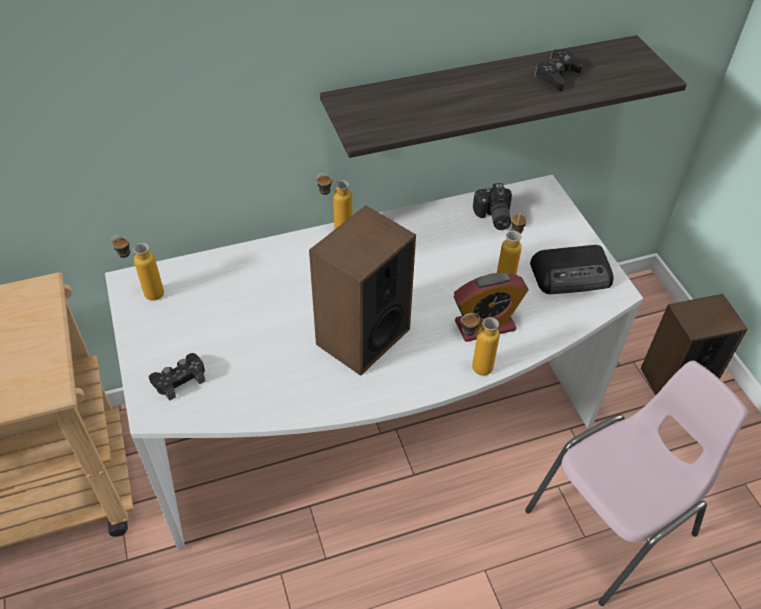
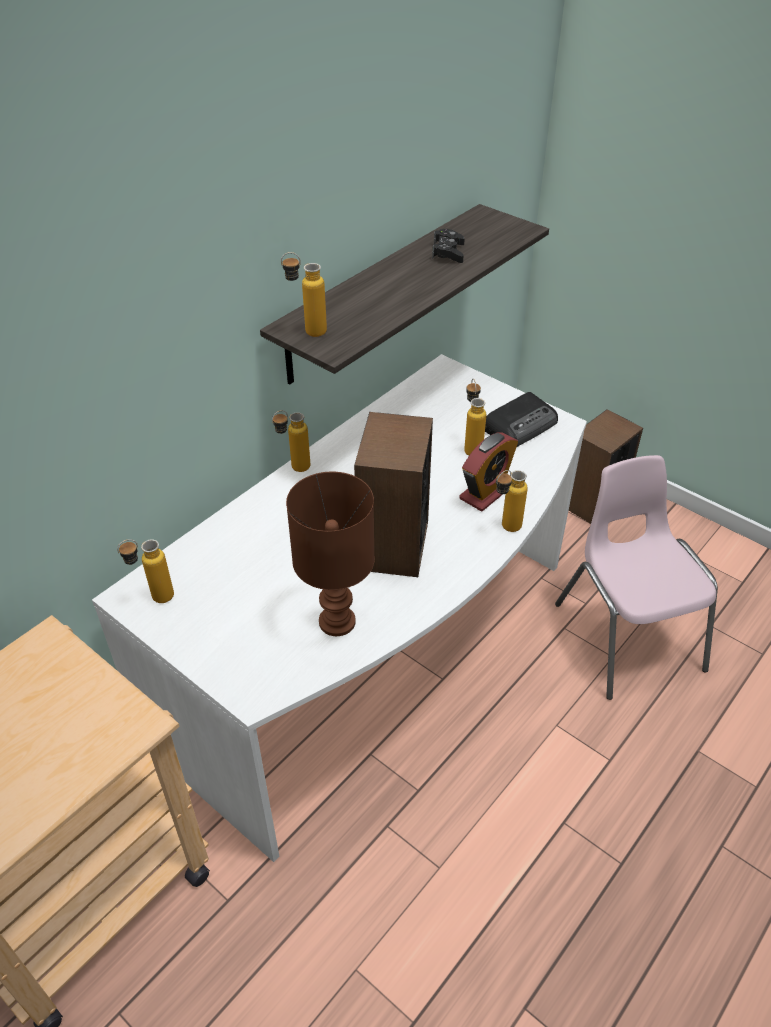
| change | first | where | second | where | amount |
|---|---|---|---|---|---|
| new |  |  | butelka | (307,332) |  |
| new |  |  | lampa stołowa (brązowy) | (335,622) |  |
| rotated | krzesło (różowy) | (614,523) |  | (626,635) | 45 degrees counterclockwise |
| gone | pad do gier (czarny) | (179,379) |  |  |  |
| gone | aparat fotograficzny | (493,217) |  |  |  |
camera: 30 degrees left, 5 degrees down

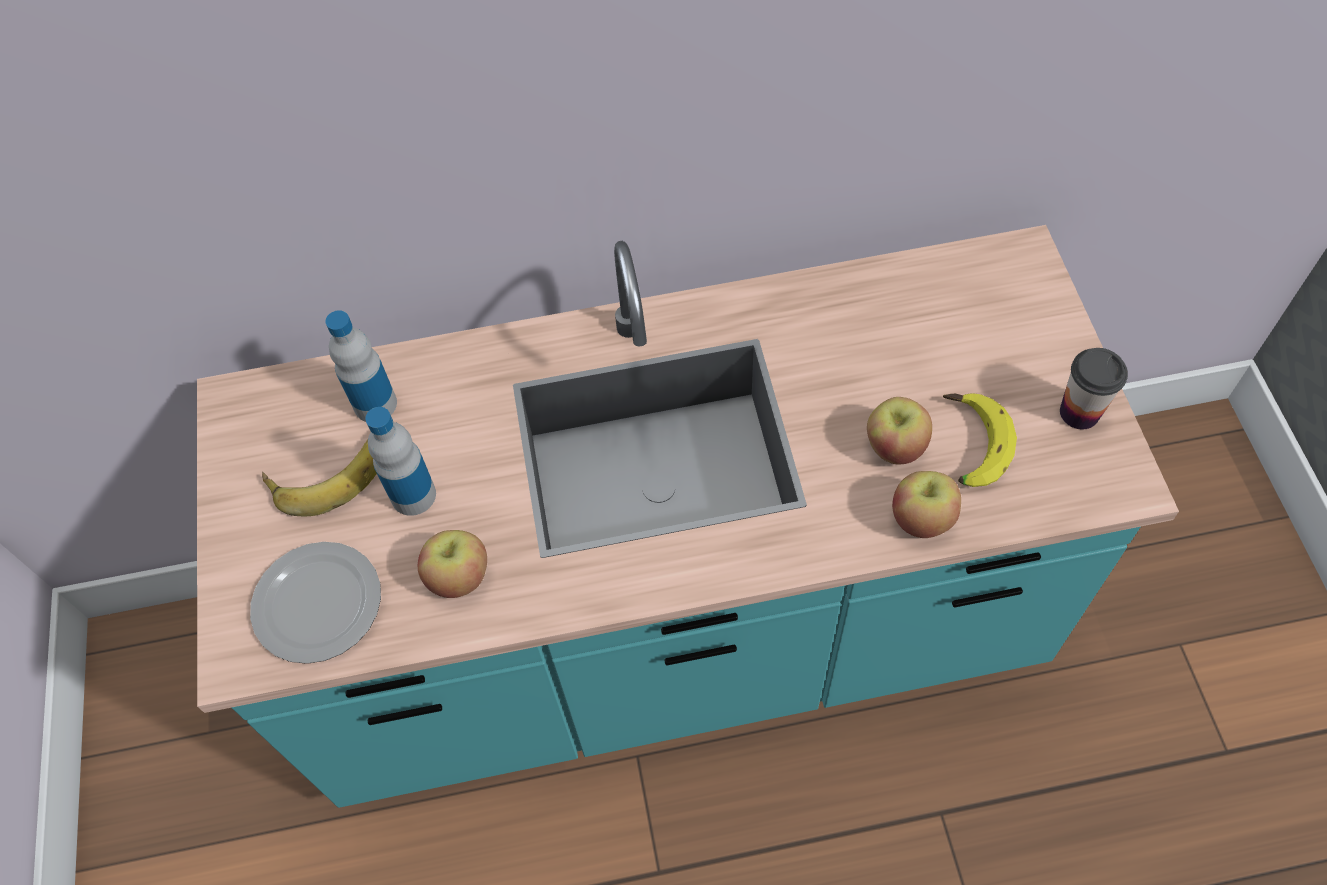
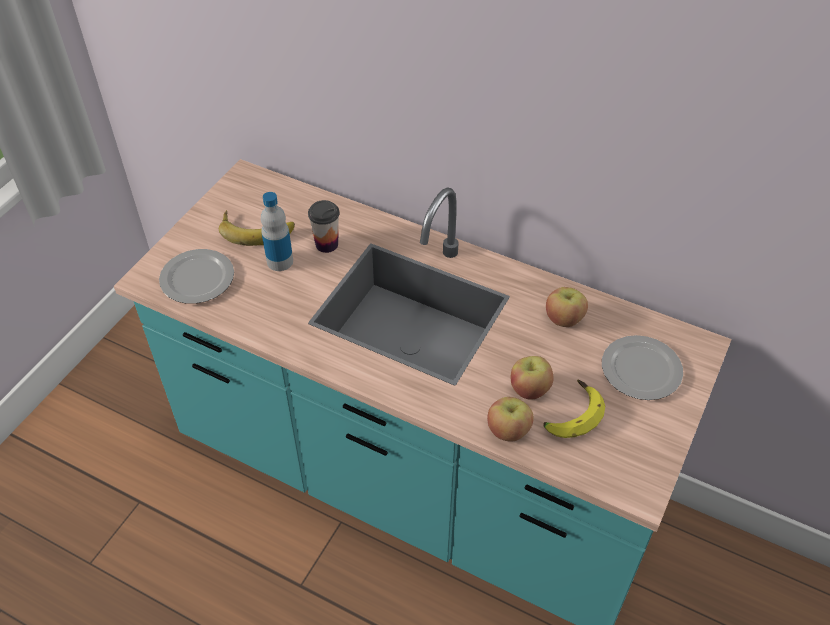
| change | first | where | second | where | amount |
|---|---|---|---|---|---|
| shifted | filiżanka | (1079,412) |  | (326,244) |  |
| shifted | jabłko | (459,576) |  | (564,318) |  |
| new |  |  | talerz | (641,371) |  |
| gone | butelka | (375,404) |  |  |  |
camera: 35 degrees right, 10 degrees down

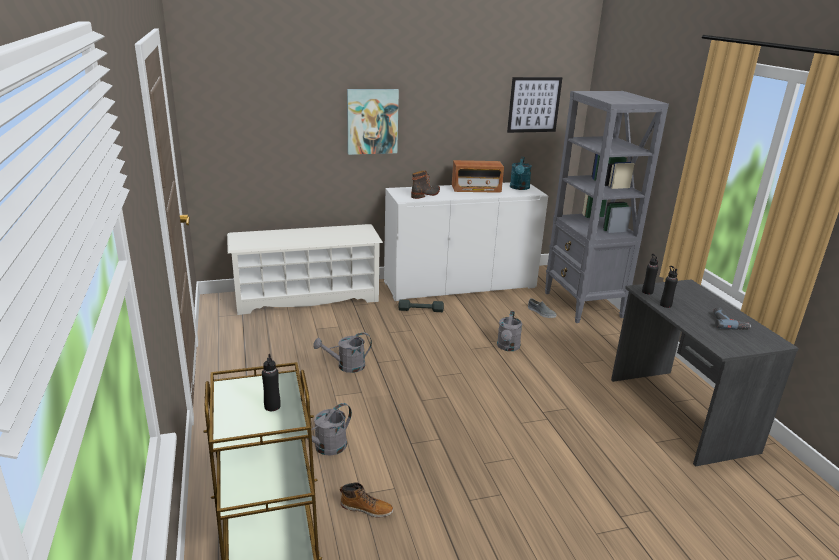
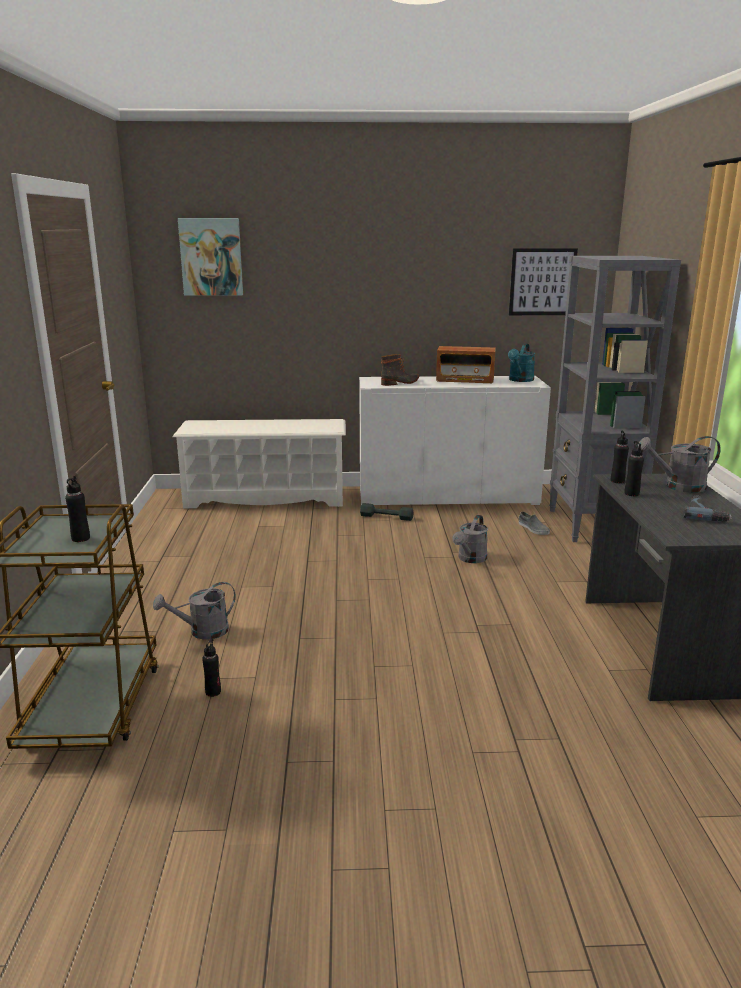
| change | first | where | second | where | amount |
|---|---|---|---|---|---|
| shifted | obraz | (372,121) |  | (211,257) |  |
| swapped | but z cholewką | (367,508) | butelka (czarny) | (213,692) |  |
| shifted | konewka (szary) | (346,366) |  | (678,486) |  |
camera: 15 degrees right, 5 degrees down

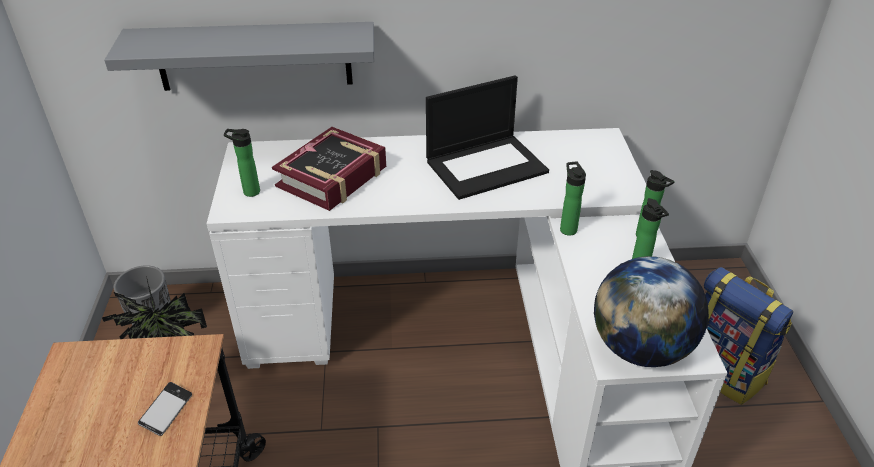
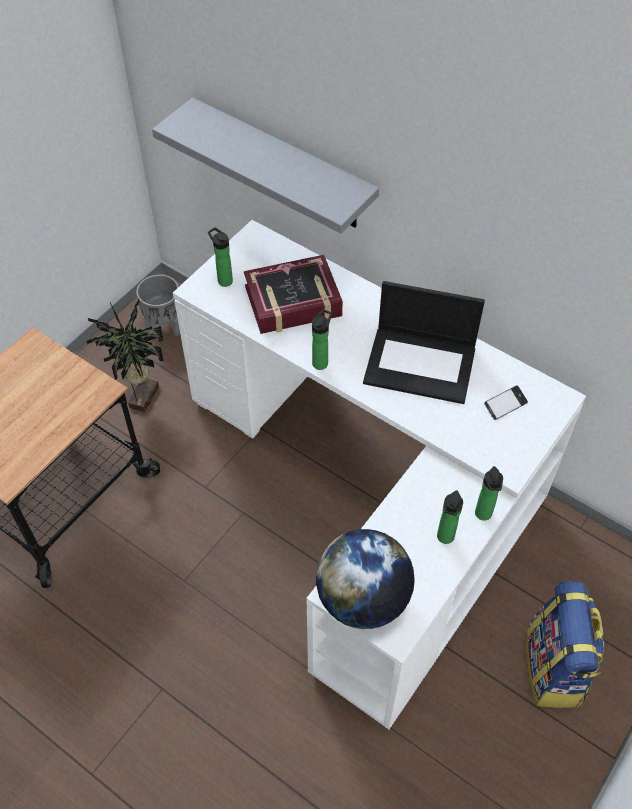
| change | first | where | second | where | amount |
|---|---|---|---|---|---|
| shifted | butelka | (567,228) |  | (321,362) |  |
| shifted | telefon | (166,411) |  | (505,405) |  |
camera: 40 degrees right, 15 degrees up

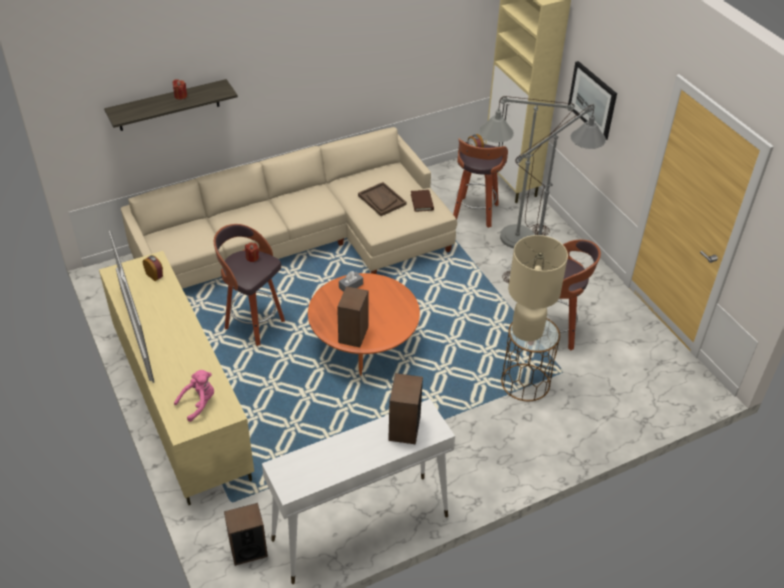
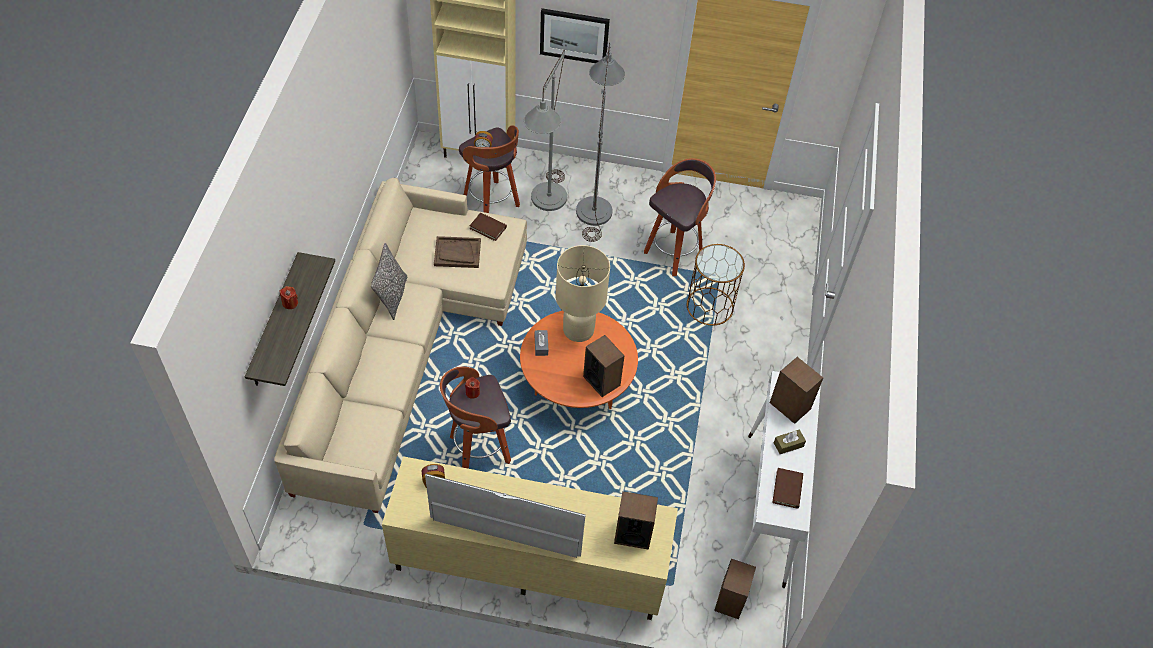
| change | first | where | second | where | amount |
|---|---|---|---|---|---|
| new |  |  | poduszka | (392,297) |  |
| shifted | lampa stołowa (beżowy) | (527,330) |  | (578,329) |  |
| swapped | pluszak (różowy) | (199,403) | głośnik | (633,534) |  |
| new |  |  | książka (brązowy) | (787,489) |  |
| new |  |  | pudełko chusteczek (brązowy) | (788,444) |  |
camera: 55 degrees left, 10 degrees up

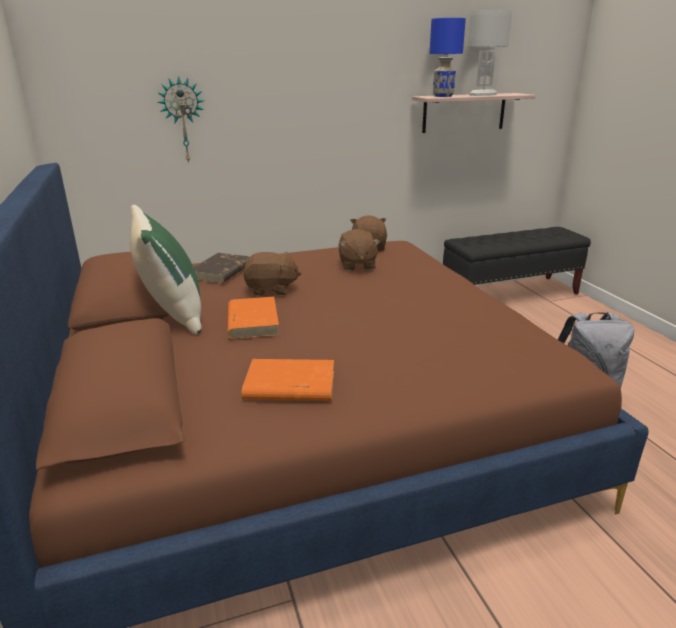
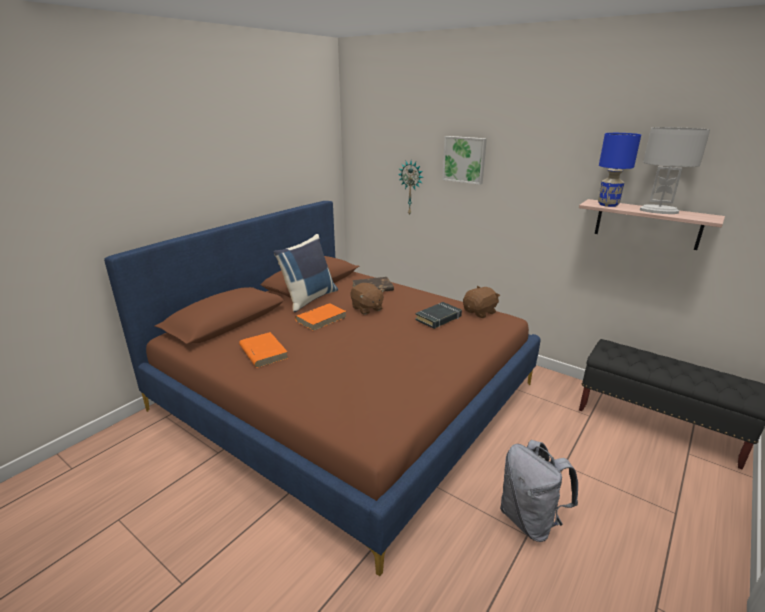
| change | first | where | second | where | amount |
|---|---|---|---|---|---|
| repainted | poduszka (zielony) | (171,314) | poduszka (niebieski) | (309,298) |  |
| swapped | pluszak (brązowy) | (357,265) | książka (czarny) | (438,318) |  |
| new |  |  | obraz | (464,159) |  |
camera: 55 degrees right, 0 degrees up

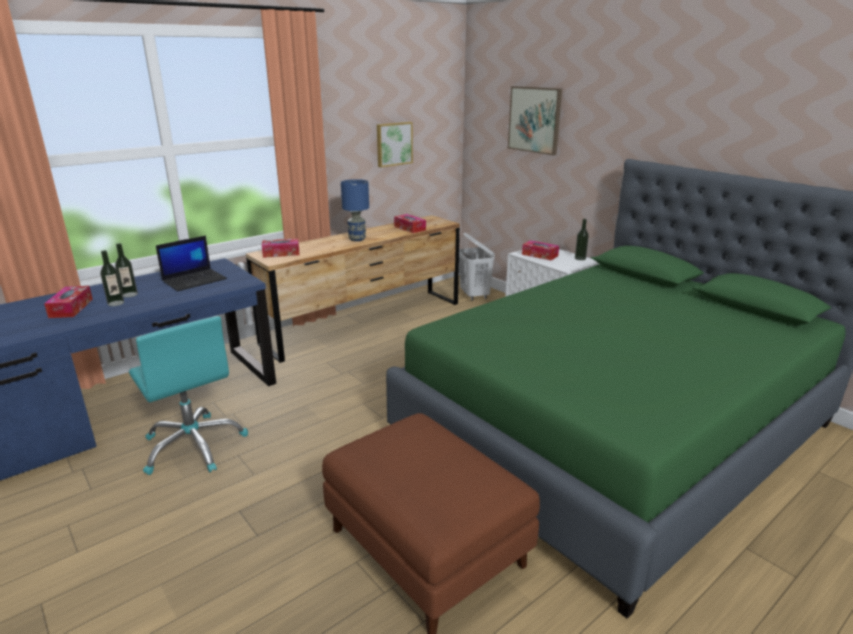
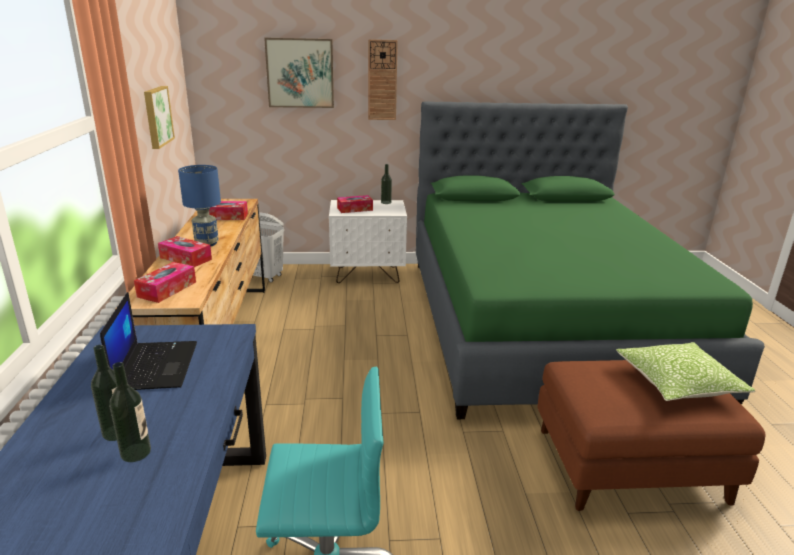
| change | first | where | second | where | amount |
|---|---|---|---|---|---|
| shifted | pudełko chusteczek | (71,308) |  | (185,258) |  |
| new |  |  | zegar ścienny | (382,80) |  |
| new |  |  | poduszka | (677,383) |  |
camera: 55 degrees left, 0 degrees up

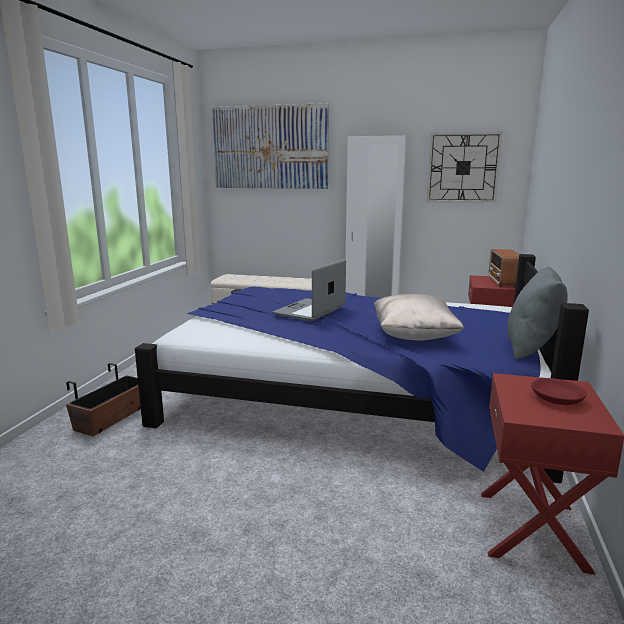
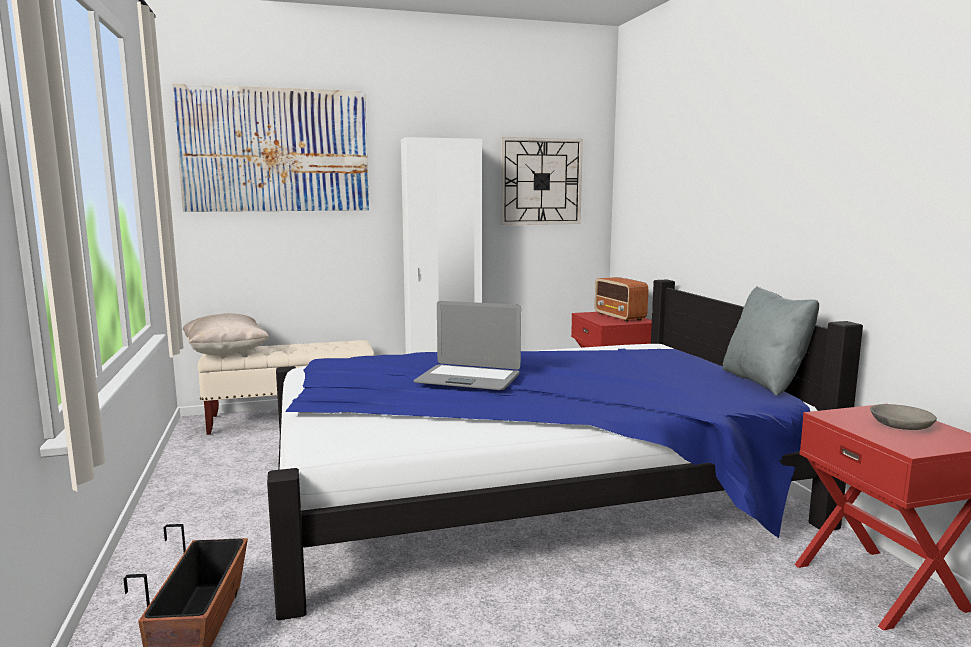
| change | first | where | second | where | amount |
|---|---|---|---|---|---|
| shifted | poduszka (beżowy) | (414,336) |  | (226,353) |  |
| rotated | laptop | (310,311) |  | (468,379) | 75 degrees counterclockwise |
| repainted | miska (czerwony) | (556,398) | miska (szary) | (900,425) |  |
camera: 30 degrees left, 5 degrees down

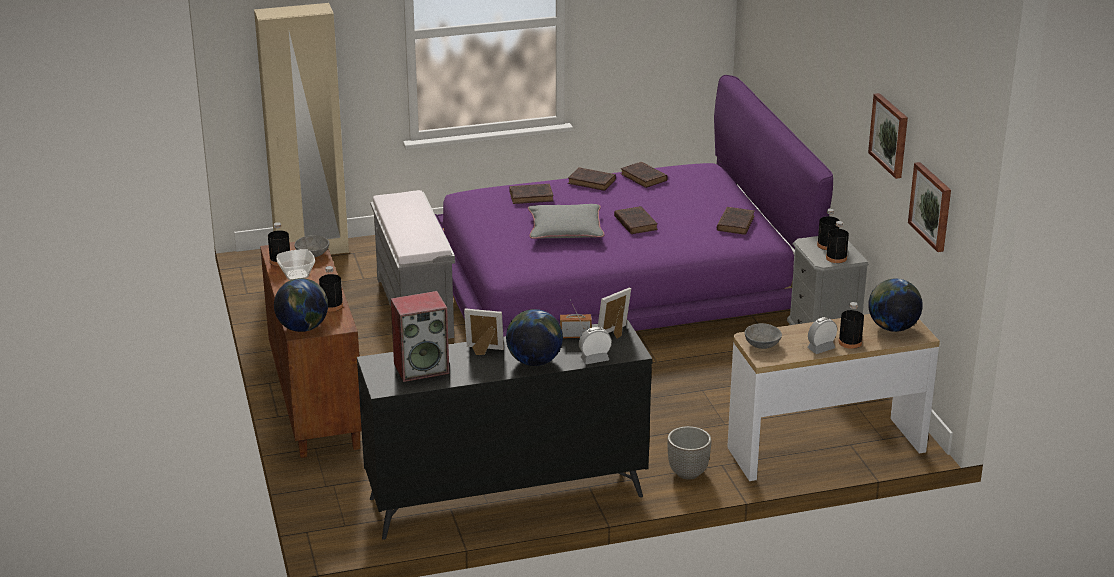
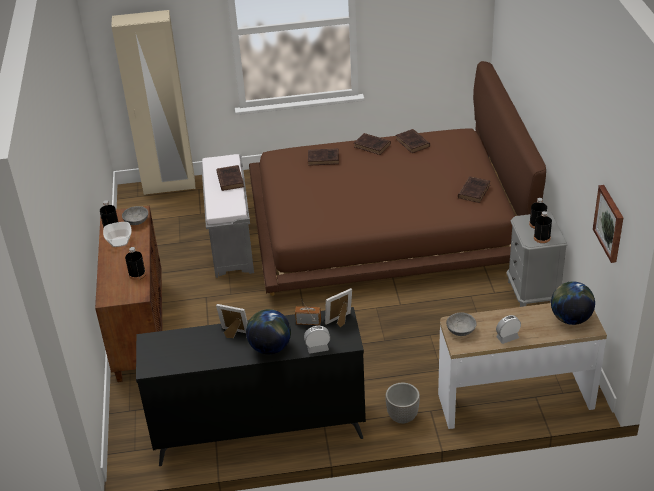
| change | first | where | second | where | amount |
|---|---|---|---|---|---|
| shifted | książka (brązowy) | (635,222) |  | (230,179) |  |
| repainted | łóżko (fioletowy) | (618,281) | łóżko (brązowy) | (387,224) |  |
| gone | globus | (303,328) |  |  |  |
| gone | głośnik | (422,368) |  |  |  |
| gone | poduszka (szary) | (565,229) |  |  |  |
| gone | butelka (czarny) | (850,342) |  |  |  |
| gone | obraz | (890,135) |  |  |  |
camera: 10 degrees right, 10 degrees up

